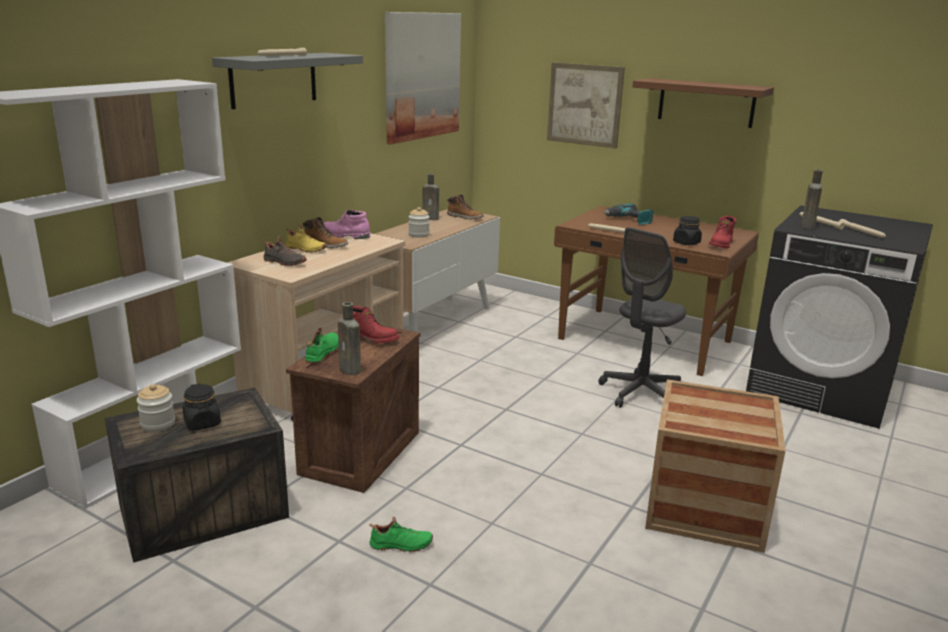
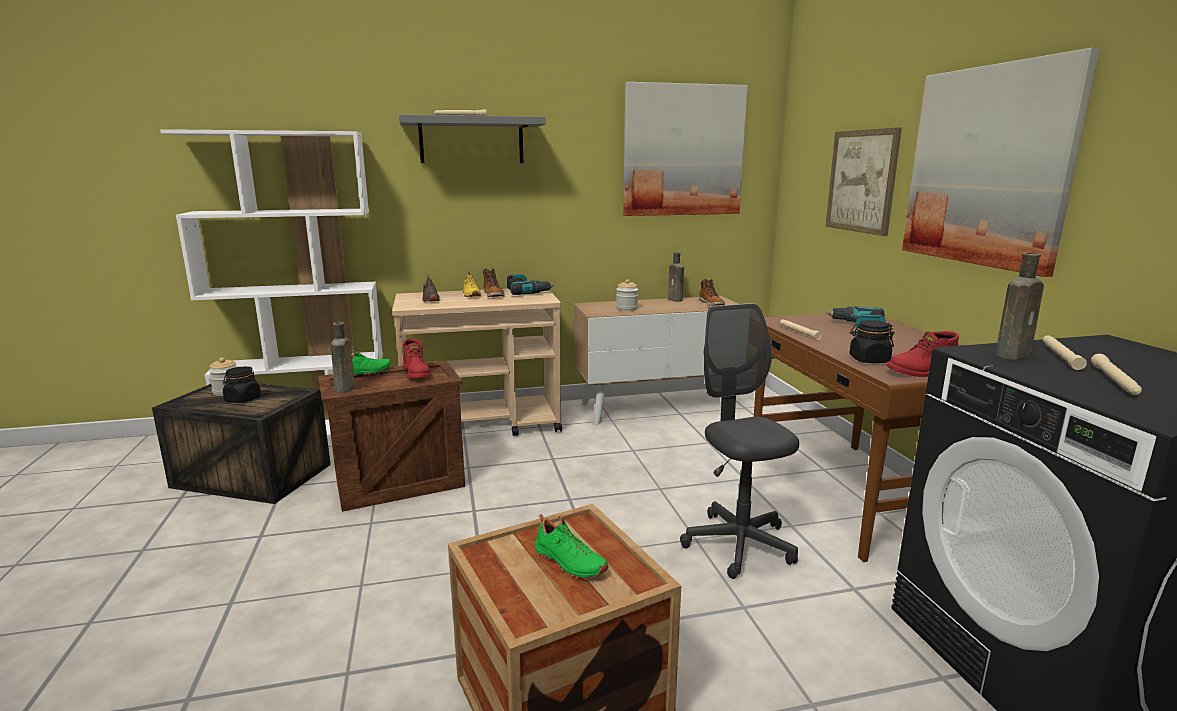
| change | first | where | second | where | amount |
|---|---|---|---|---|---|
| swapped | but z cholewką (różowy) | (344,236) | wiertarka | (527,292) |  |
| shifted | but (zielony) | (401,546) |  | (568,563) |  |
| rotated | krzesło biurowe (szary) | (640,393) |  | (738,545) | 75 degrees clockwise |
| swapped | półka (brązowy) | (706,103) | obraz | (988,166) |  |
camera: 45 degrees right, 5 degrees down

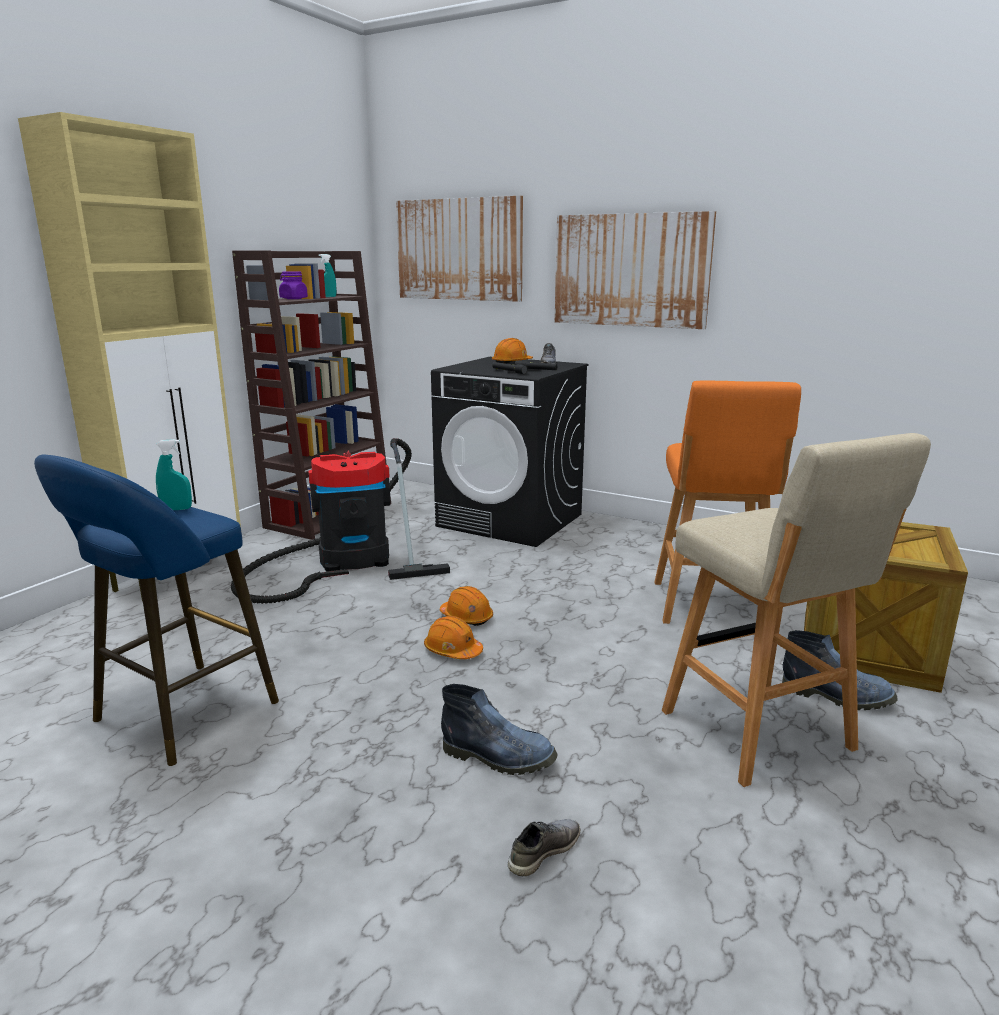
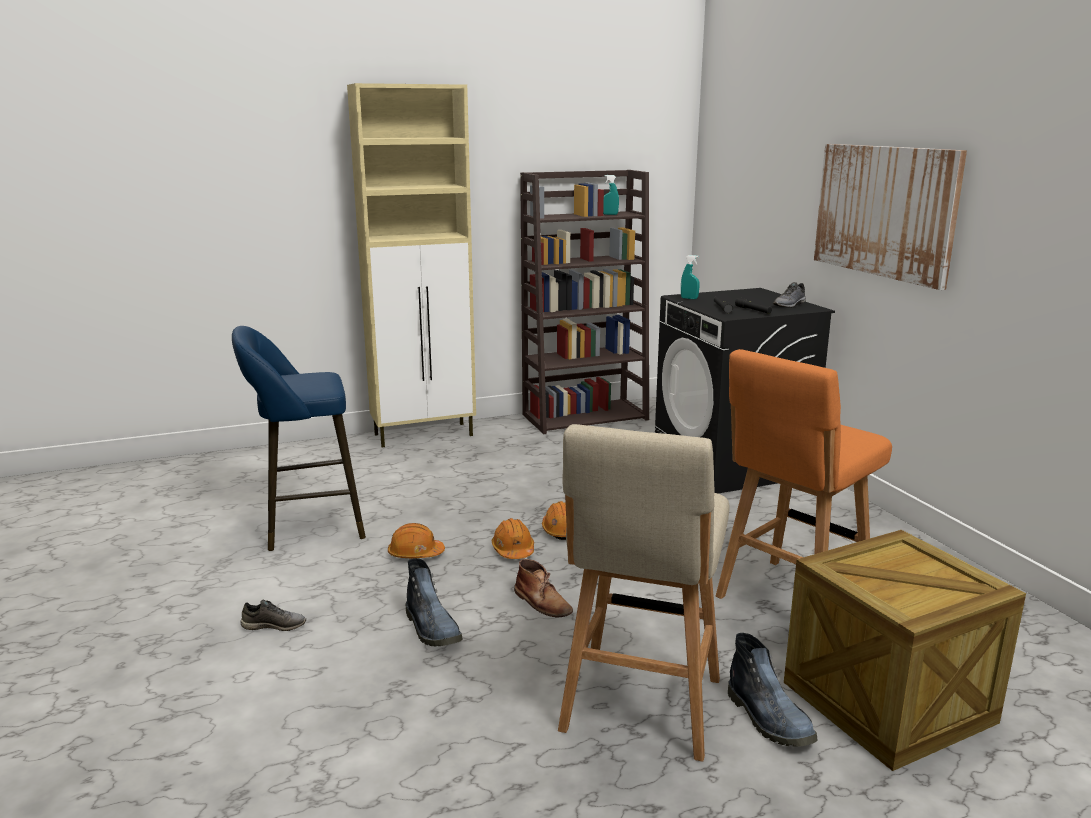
| change | first | where | second | where | amount |
|---|---|---|---|---|---|
| shifted | but (szary) | (543,851) |  | (274,625) |  |
| shifted | kask (pomarańczowy) | (512,363) |  | (415,554) |  |
| new |  |  | but z cholewką (brązowy) | (542,603) |  |
| shifted | spryskiwacz (turkusowy) | (176,509) |  | (689,298) |  |
| gone | odkurzacz | (346,562) |  |  |  |
| gone | słoik (fioletowy) | (293,298) |  |  |  |
| gone | obraz | (459,250) |  |  |  |
camera: 40 degrees right, 0 degrees up

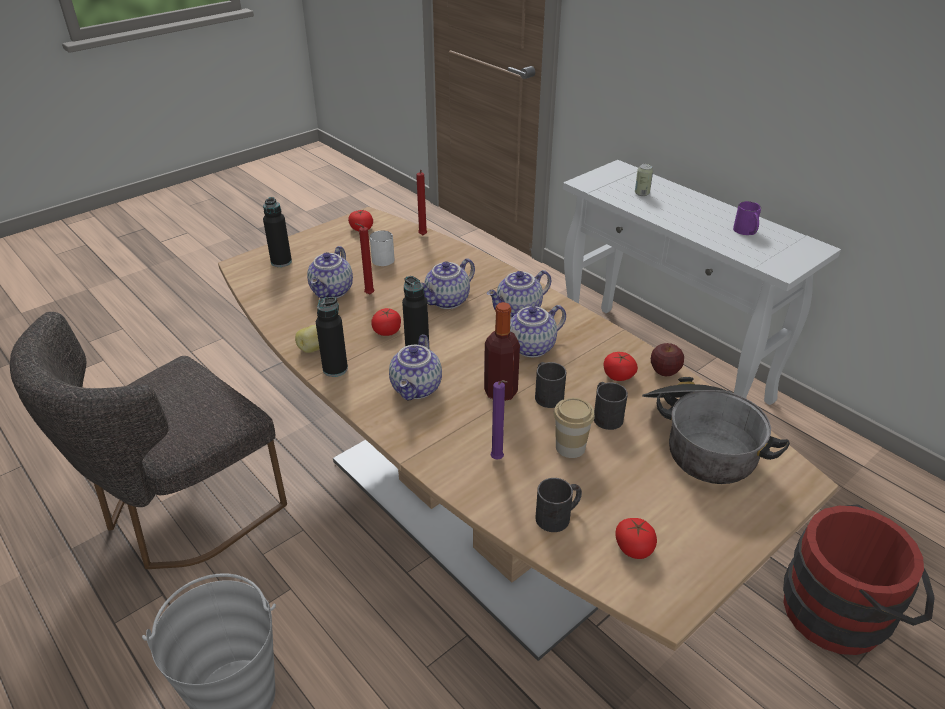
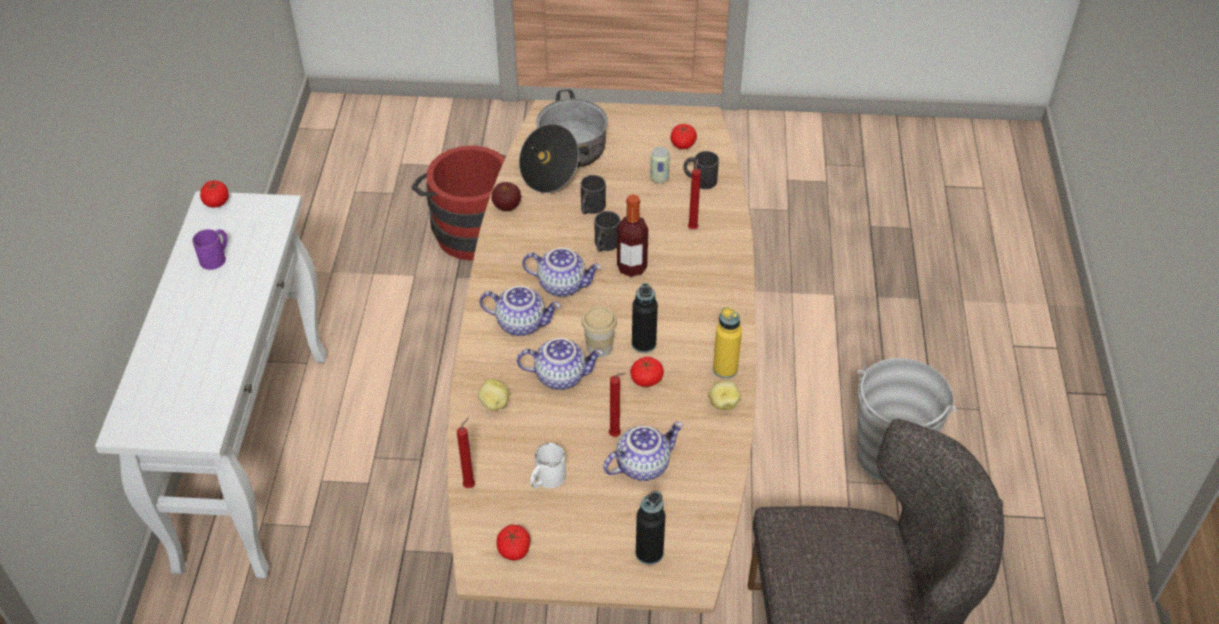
| change | first | where | second | where | amount |
|---|---|---|---|---|---|
| shifted | pomidor | (618,375) |  | (216,201) |  |
| new |  |  | ziemniak | (494,404) |  |
| shifted | filiżanka | (570,447) |  | (599,347) |  |
| shifted | puszka | (642,193) |  | (659,178) |  |
| repainted | świeca (fioletowy) | (498,460) | świeca (czerwony) | (693,227) |  |
| repainted | butelka (czarny) | (335,369) | butelka (żółty) | (725,369) |  |
| gone | imbryk | (417,388) |  |  |  |
camera: 135 degrees left, 10 degrees up

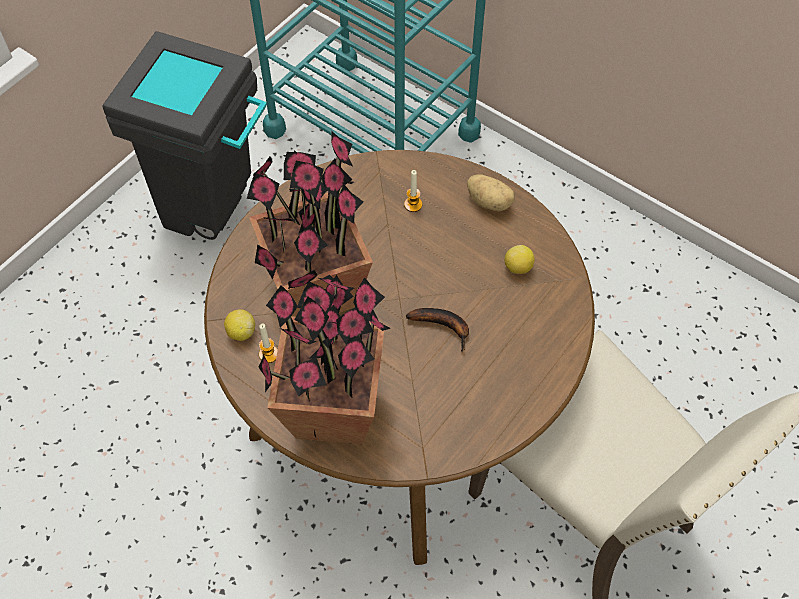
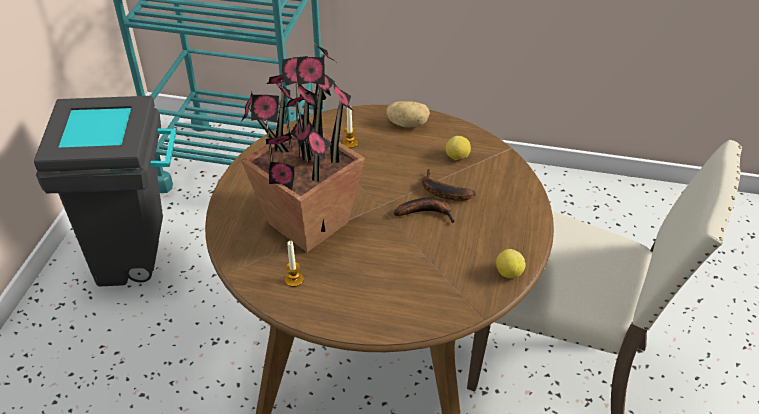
| change | first | where | second | where | amount |
|---|---|---|---|---|---|
| new |  |  | banan | (442,192) |  |
| shifted | cytryna | (241,332) |  | (508,273) |  |
| gone | roślina doniczkowa | (333,409) |  |  |  |
camera: 25 degrees left, 15 degrees down

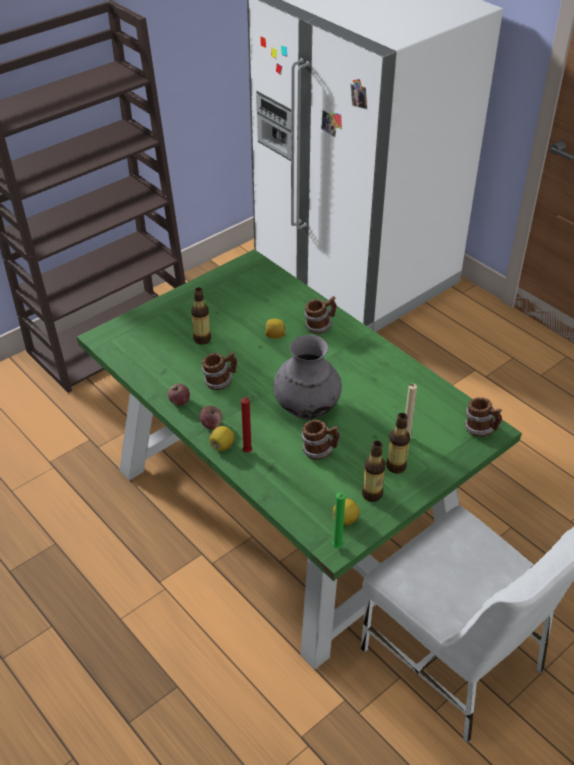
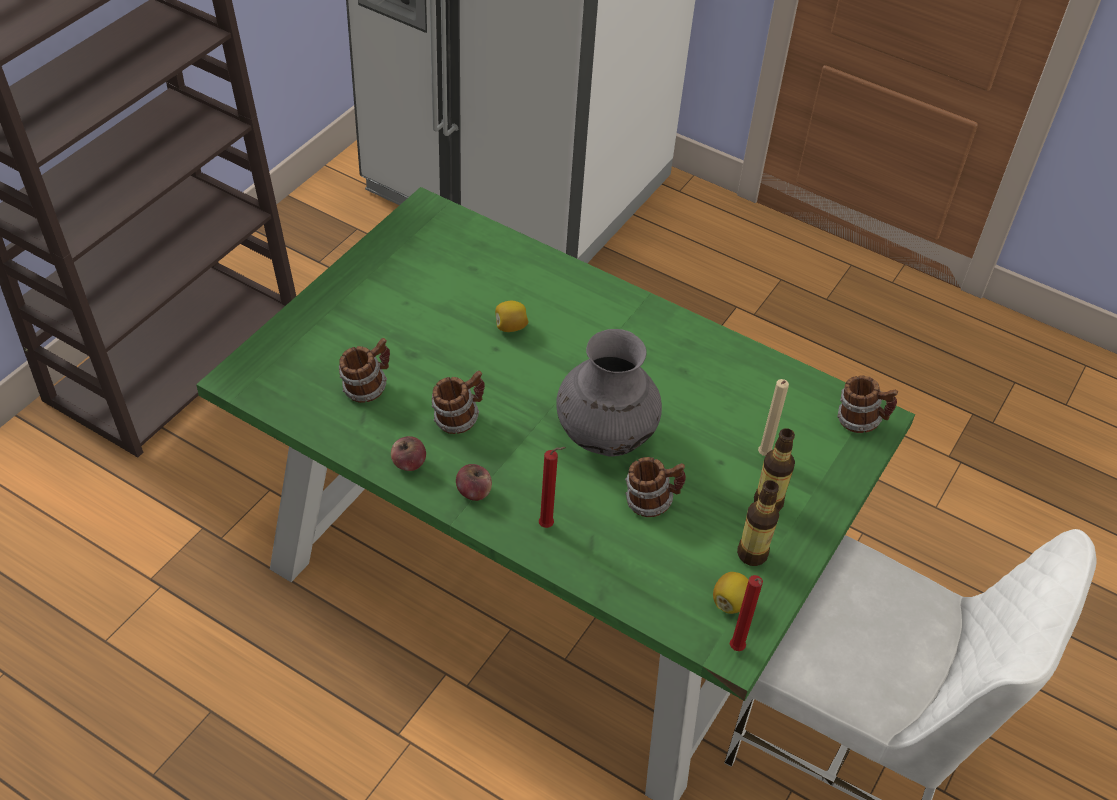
| change | first | where | second | where | amount |
|---|---|---|---|---|---|
| shifted | kubek | (319,326) |  | (366,387) |  |
| repainted | świeca (zielony) | (337,548) | świeca (czerwony) | (737,650) |  |
| gone | butelka | (202,339) |  |  |  |
| gone | cytryna | (222,446) |  |  |  |
camera: 20 degrees left, 5 degrees up

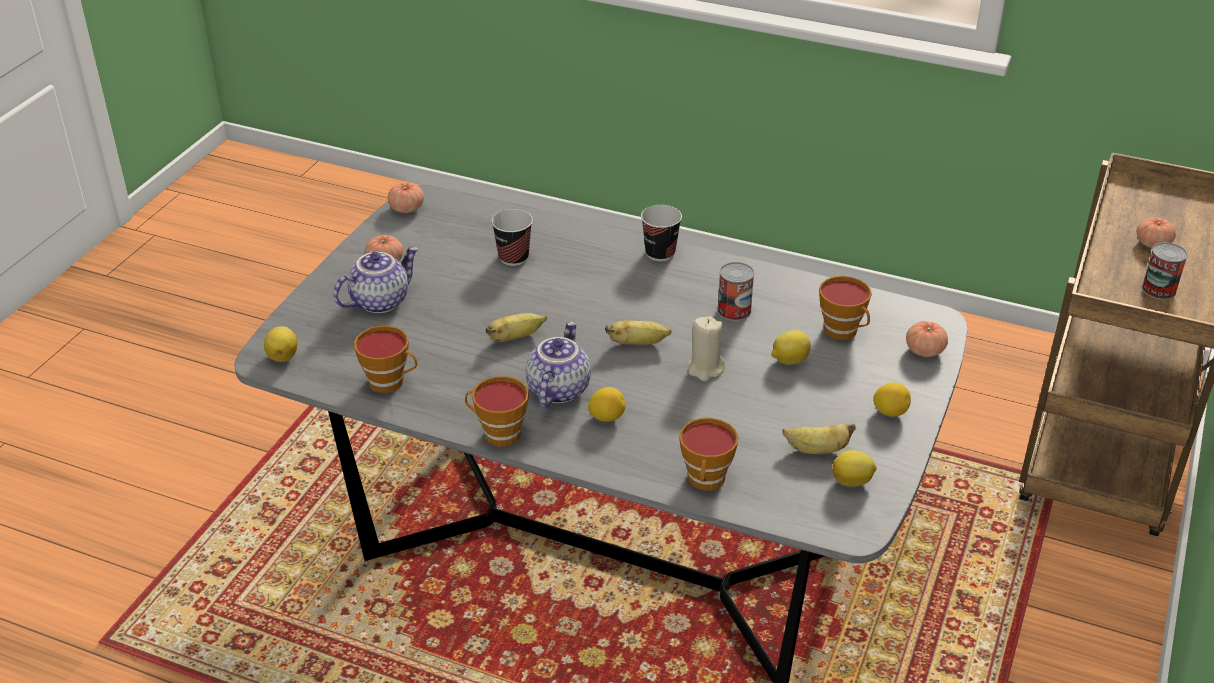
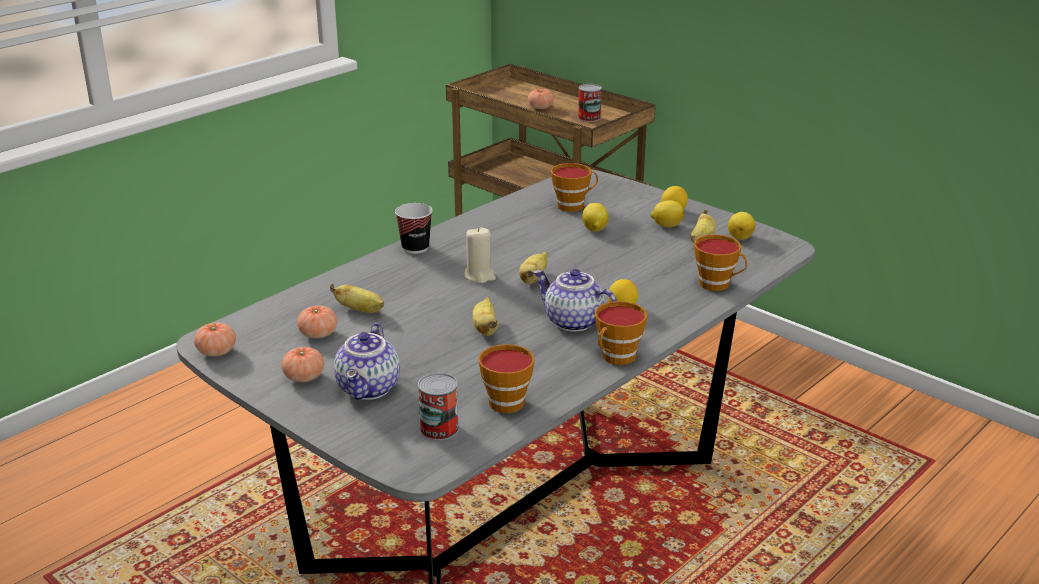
| change | first | where | second | where | amount |
|---|---|---|---|---|---|
| shifted | pomidor | (924,350) |  | (318,334) |  |
| swapped | filiżanka | (513,258) | banan | (361,310) |  |
| rotated | imbryk | (379,301) |  | (370,389) | 150 degrees counterclockwise |
| shifted | puszka | (734,310) |  | (439,429) |  |
| shifted | świeca (beżowy) | (705,369) |  | (479,276) |  |
| shifted | cytryna | (283,356) |  | (666,225) |  |
camera: 70 degrees left, 10 degrees down

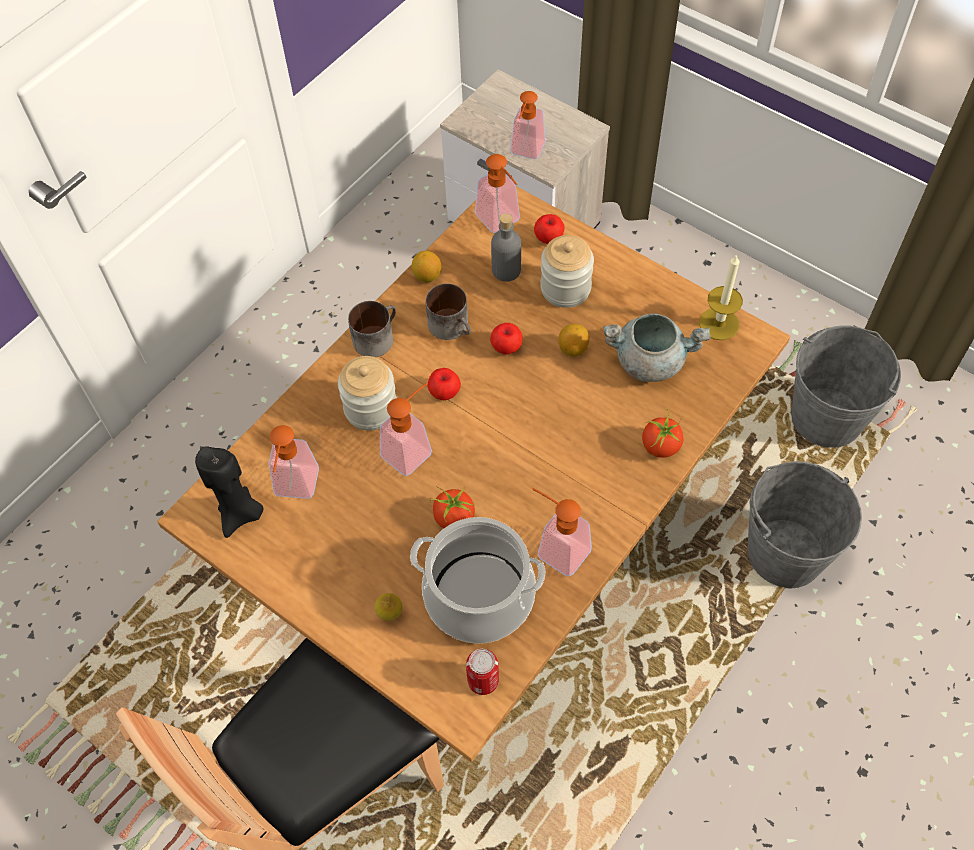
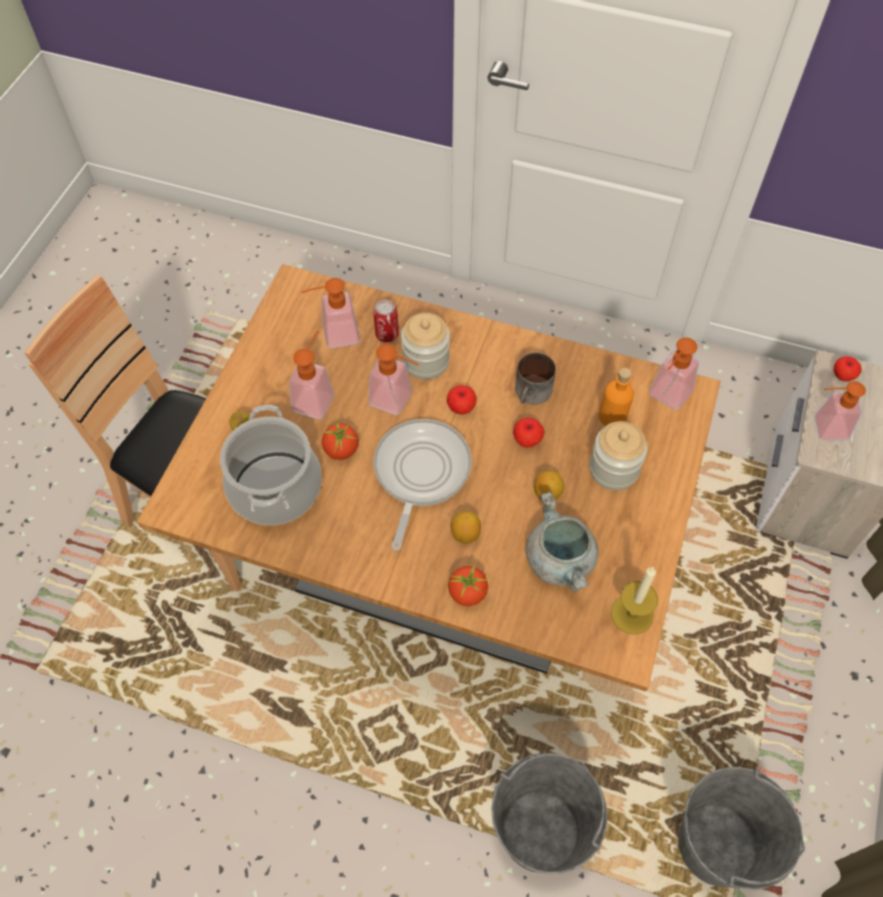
| change | first | where | second | where | amount |
|---|---|---|---|---|---|
| shifted | dozownik mydła | (556,548) |  | (316,397) |  |
| shifted | puszka | (483,681) |  | (387,334) |  |
| new |  |  | patelnia | (420,473) |  |
| shifted | cytryna | (427,276) |  | (465,534) |  |
| repainted | butelka (szary) | (506,270) | butelka (pomarańczowy) | (612,416) |  |
| shifted | jabłko | (549,238) |  | (842,376) |  |
| gone | świeca (czarny) | (241,515) |  |  |  |
| gone | kubek | (376,336) |  |  |  |
camera: 70 degrees right, 0 degrees up

